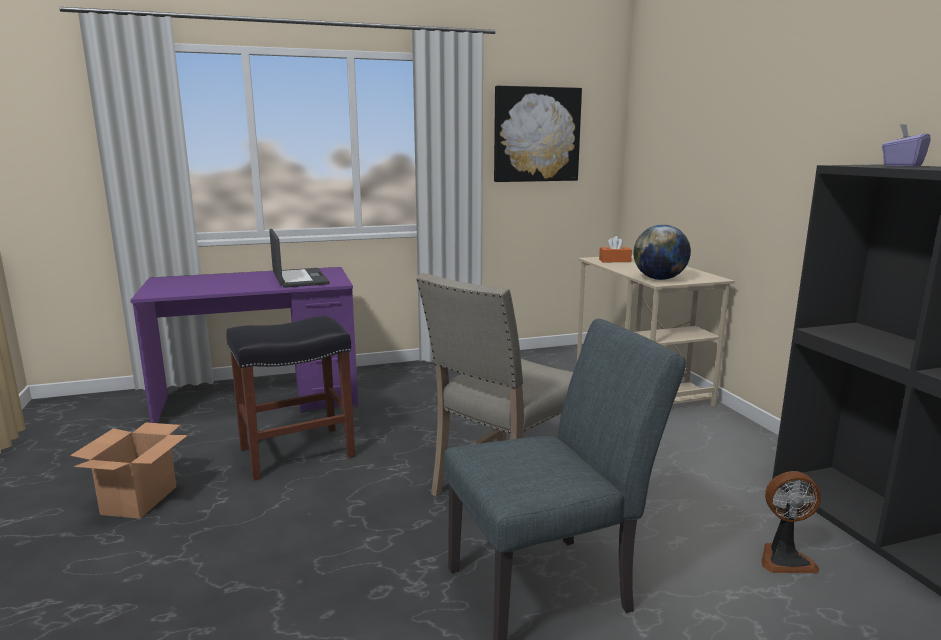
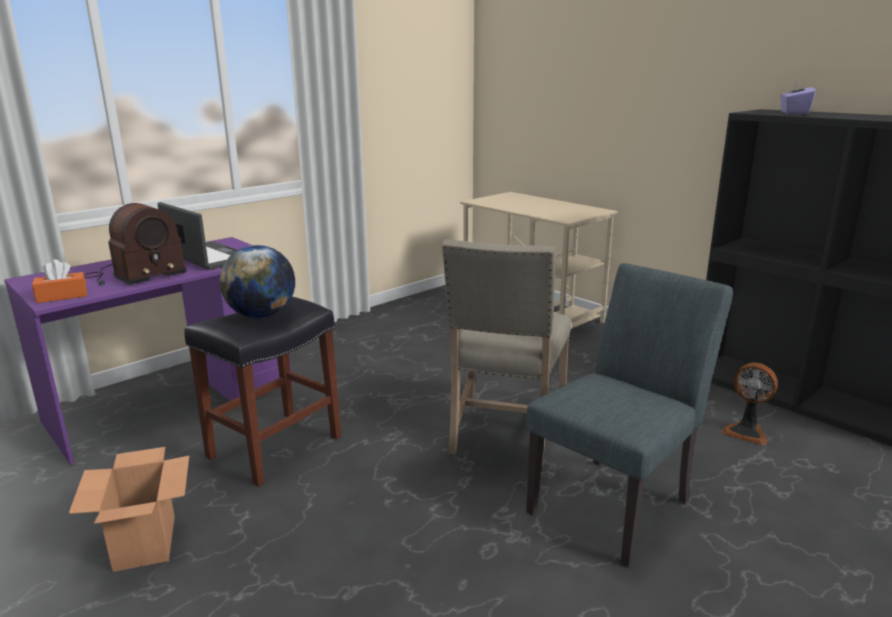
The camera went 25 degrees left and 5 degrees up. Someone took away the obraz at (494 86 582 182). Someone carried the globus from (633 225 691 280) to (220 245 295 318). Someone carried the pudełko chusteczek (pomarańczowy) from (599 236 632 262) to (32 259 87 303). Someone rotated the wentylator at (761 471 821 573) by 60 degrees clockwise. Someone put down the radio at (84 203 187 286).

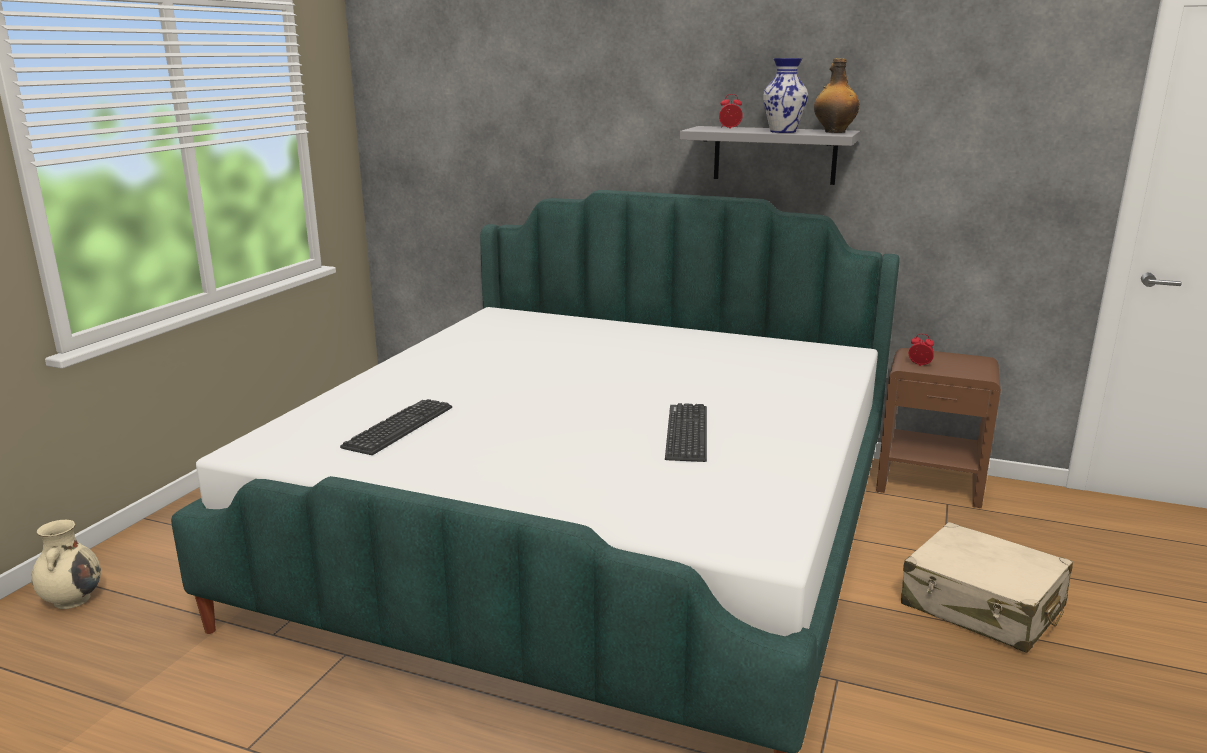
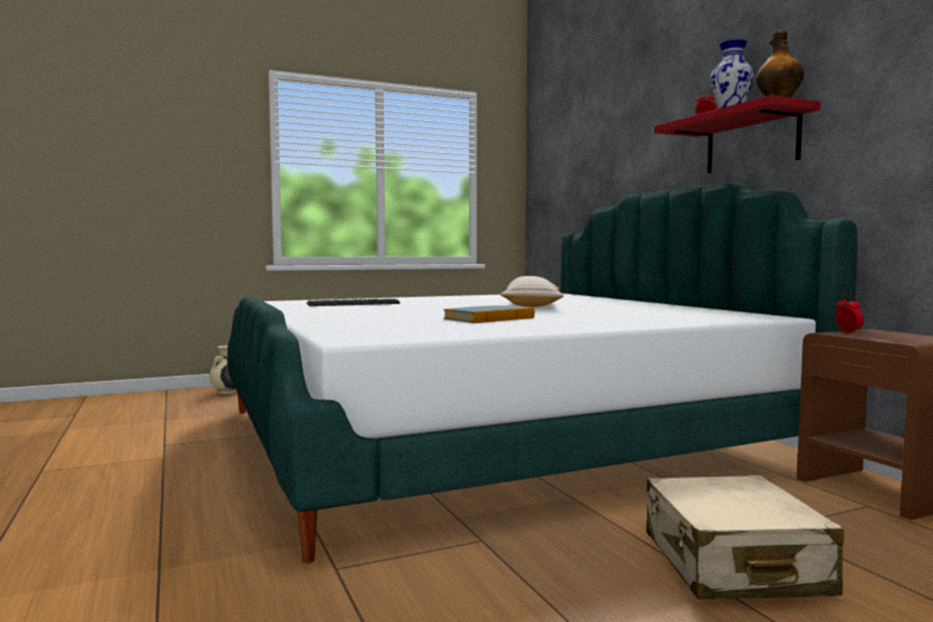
The camera went 45 degrees right and 15 degrees down. Someone repainted the półka (szary) at (680 126 860 185), which became the półka (czerwony) at (654 95 820 173). Someone swapped the klawiatura at (665 403 707 462) for the książka at (444 305 535 323). Someone put down the poduszka (beżowy) at (501 276 564 307).

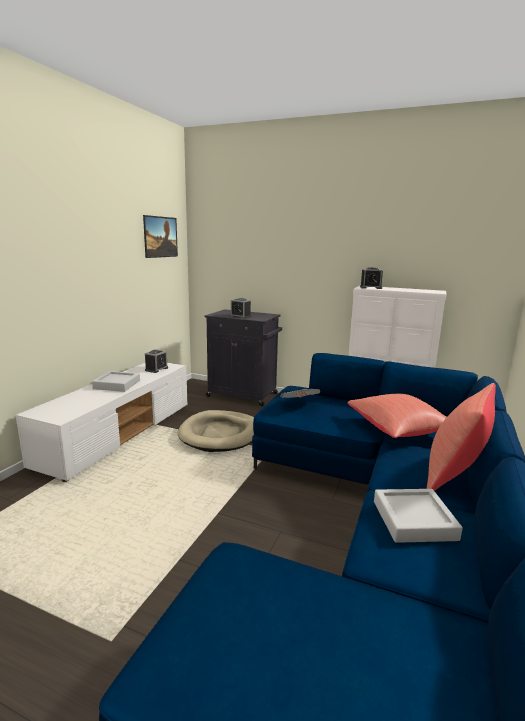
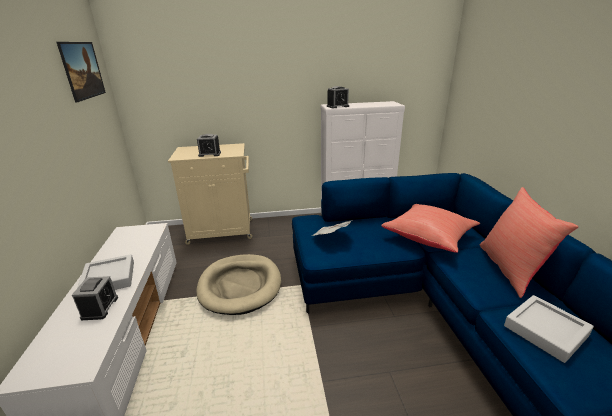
The camera went 30 degrees left and 10 degrees up. Someone repainted the szafka (czarny) at (205 309 282 406), which became the szafka (beżowy) at (168 143 252 245). Someone carried the budzik from (145 350 168 373) to (72 276 118 320).

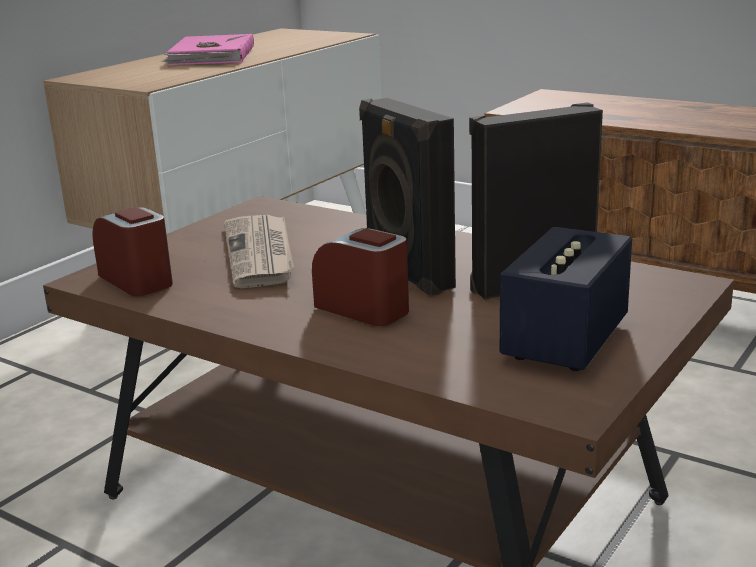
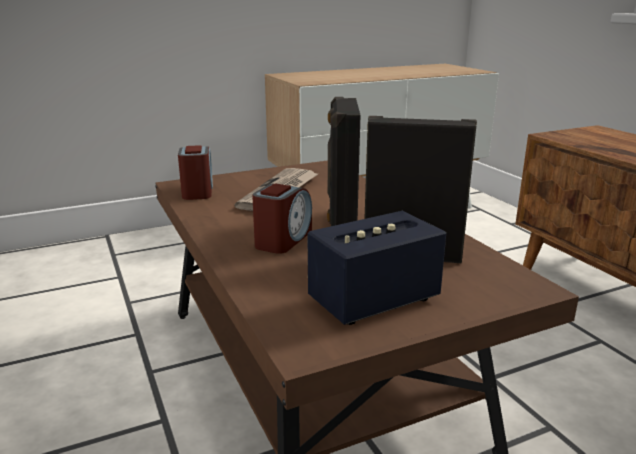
The camera went 30 degrees right and 0 degrees up. Someone took away the książka (różowy) at (161 34 254 65). Someone rotated the budzik at (312 228 409 326) by 45 degrees clockwise.

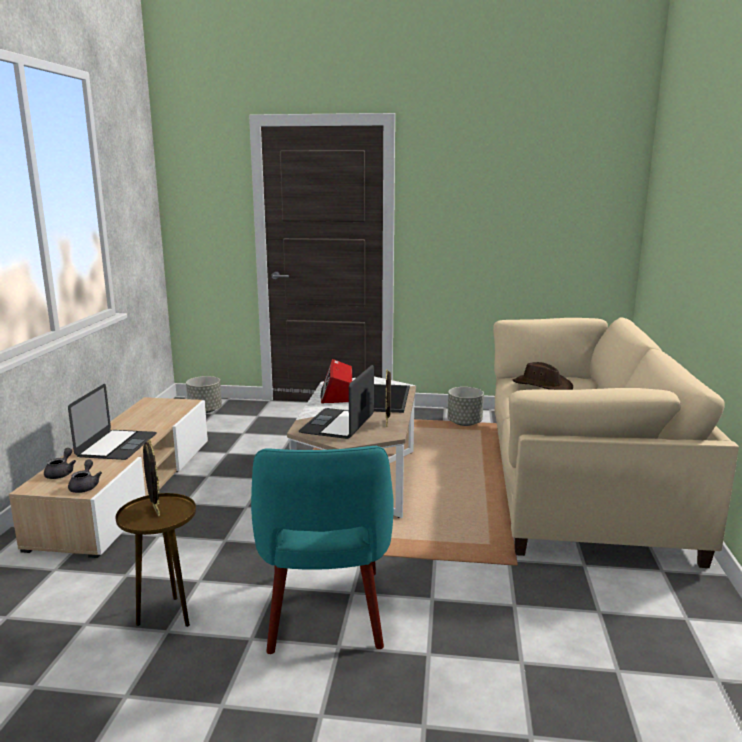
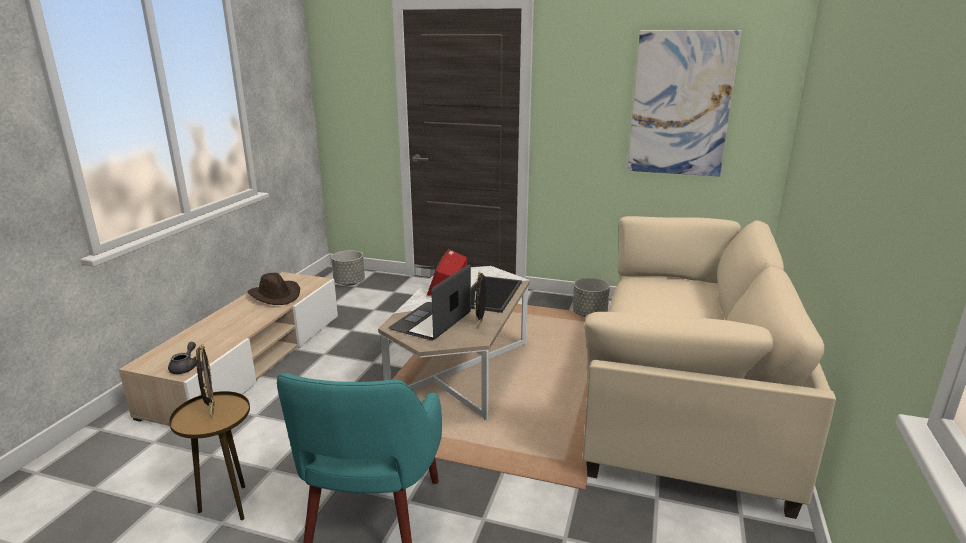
The camera went 10 degrees right and 5 degrees up. Someone carried the kapelusz (brązowy) from (513 362 573 390) to (247 273 300 305). Someone took away the laptop at (68 384 157 460). Someone took away the imbryk (szary) at (44 448 76 479). Someone put up the obraz at (628 30 741 176).

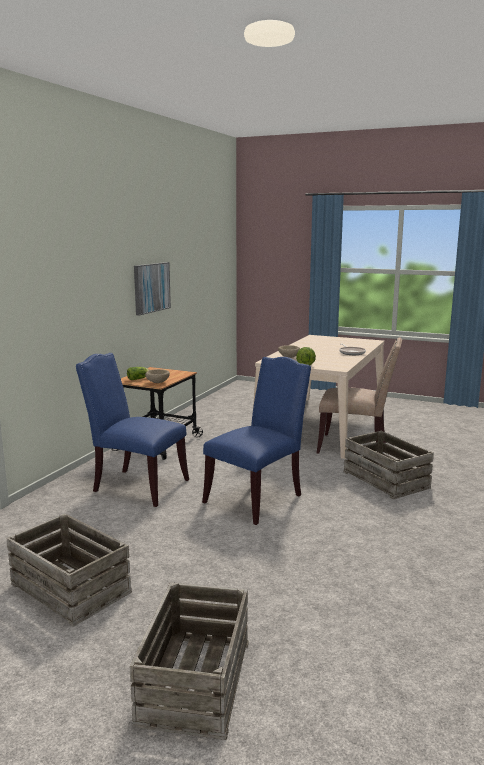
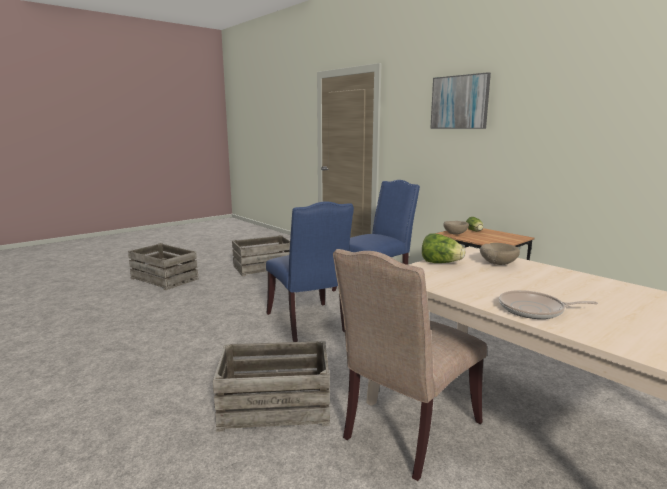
The camera went 115 degrees right and 0 degrees up. Someone carried the obraz from (134 262 171 316) to (430 72 491 129).

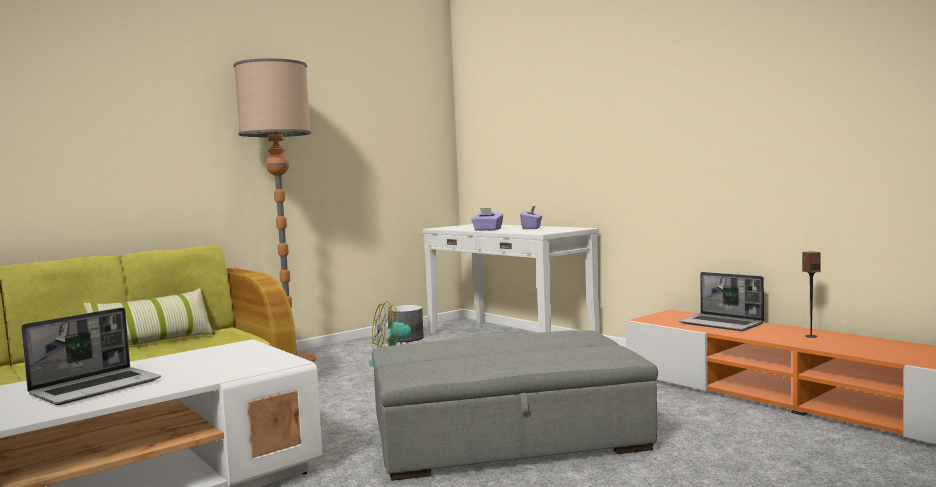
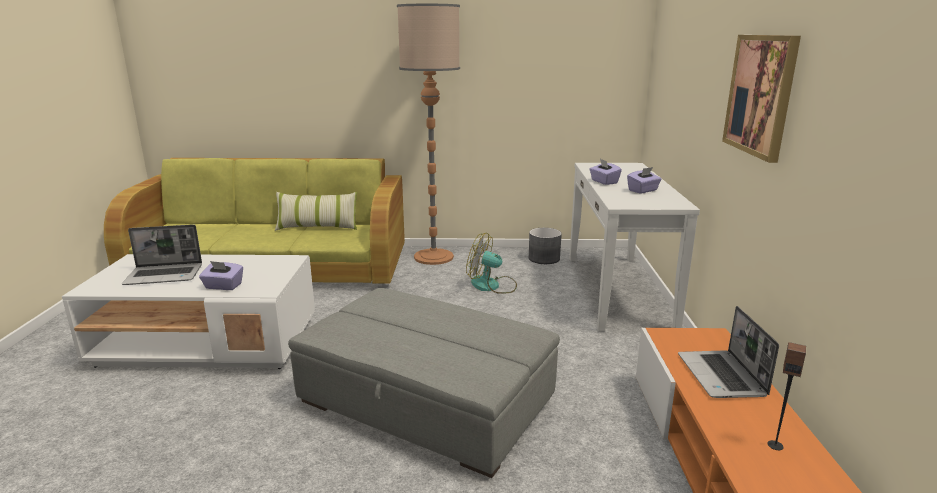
The camera went 40 degrees right and 15 degrees up. Someone put up the obraz at (722 35 801 163). Someone put down the pudełko chusteczek (fioletowy) at (199 261 243 290).

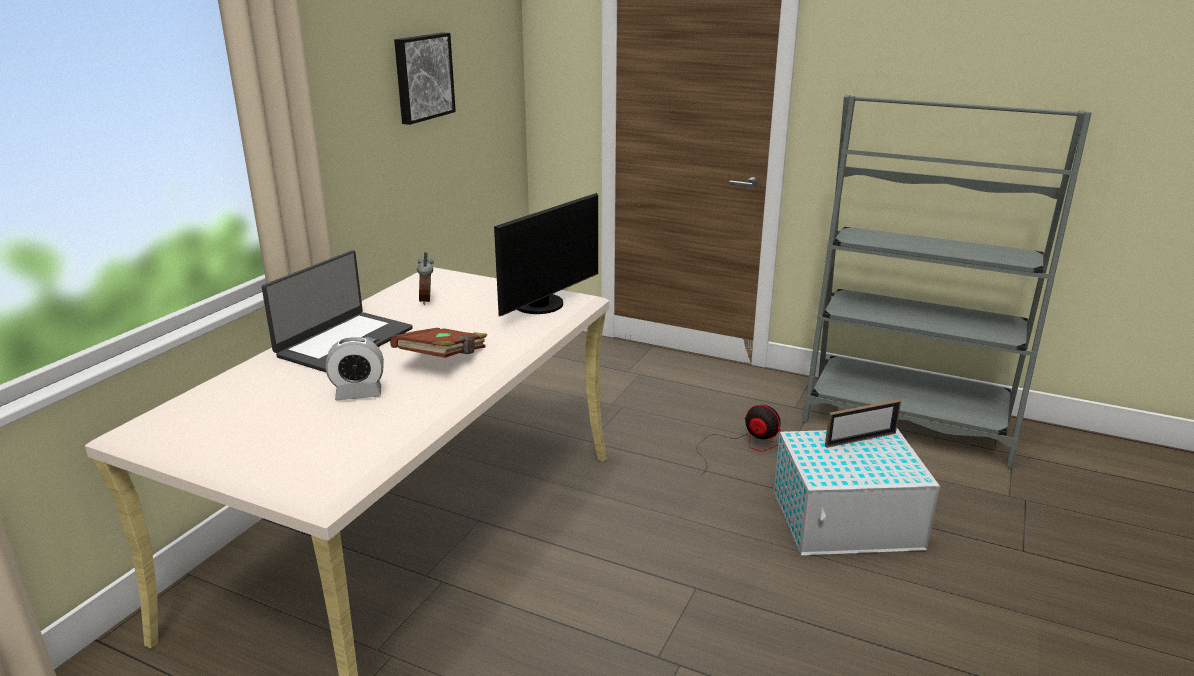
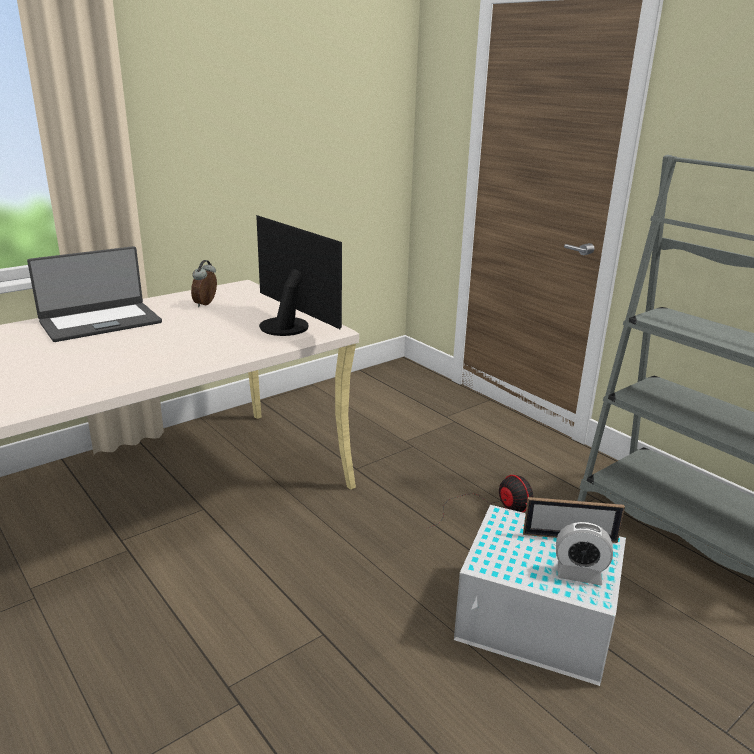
The camera went 25 degrees right and 0 degrees up. Someone took away the obraz at (394 33 456 125). Someone rotated the monitor at (494 193 598 316) by 105 degrees counterclockwise. Someone took away the książka (brązowy) at (390 328 487 358). Someone carried the budzik from (326 337 384 401) to (556 522 613 585).

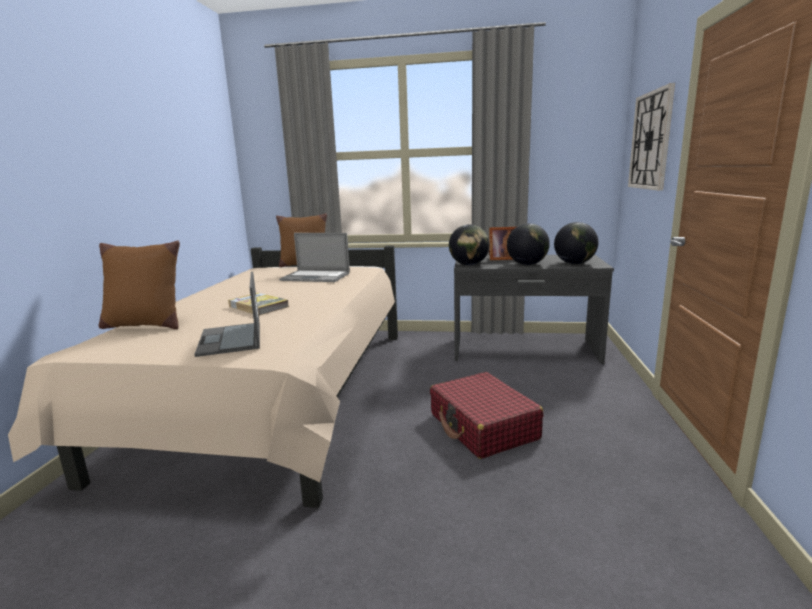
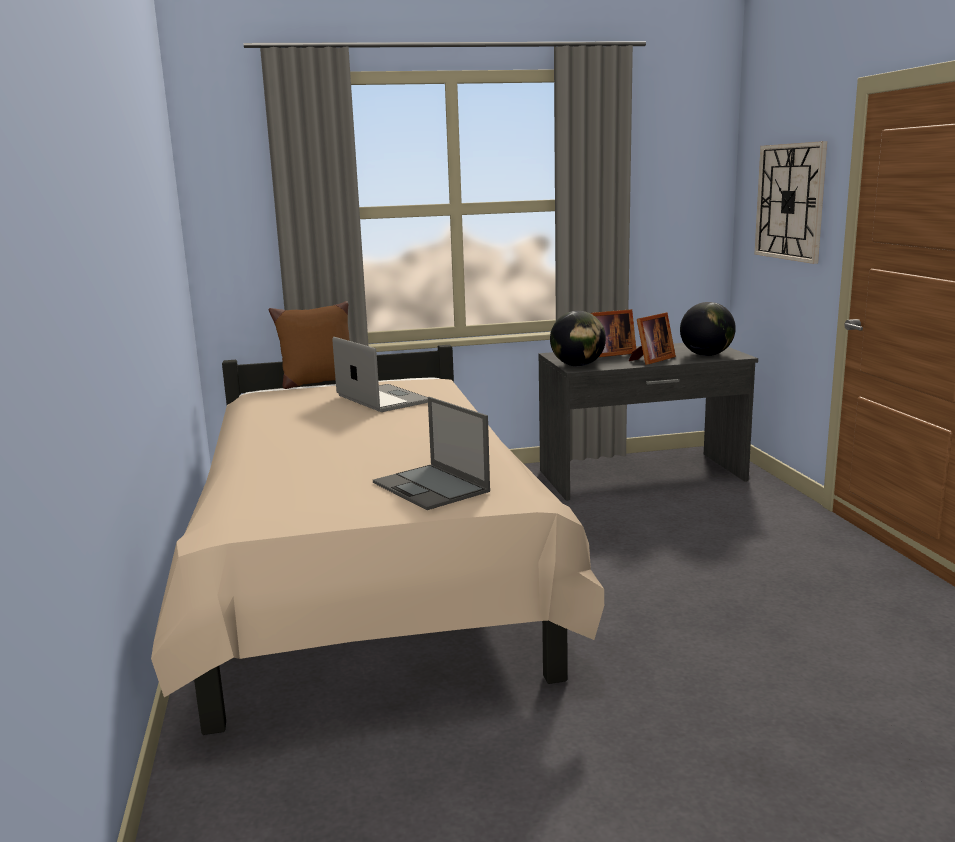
The camera went 20 degrees left and 0 degrees up. Someone swapped the globus at (507 223 550 265) for the ramka na zdjęcie at (629 312 676 365). Someone rotated the laptop at (279 233 350 282) by 120 degrees counterclockwise. Someone took away the poduszka (brązowy) at (98 241 180 329). Someone took away the książka at (228 293 289 315). Someone took away the walizka (czerwony) at (430 372 544 459).

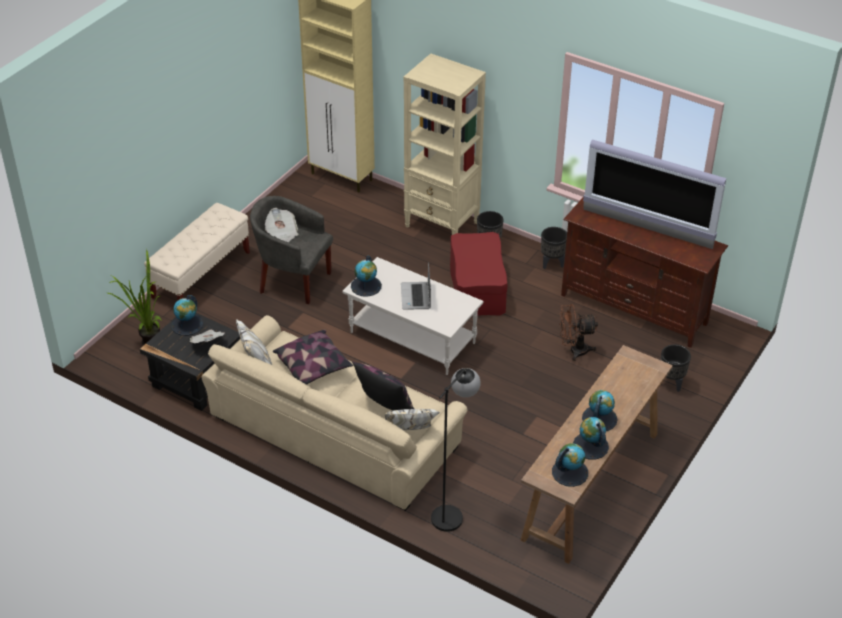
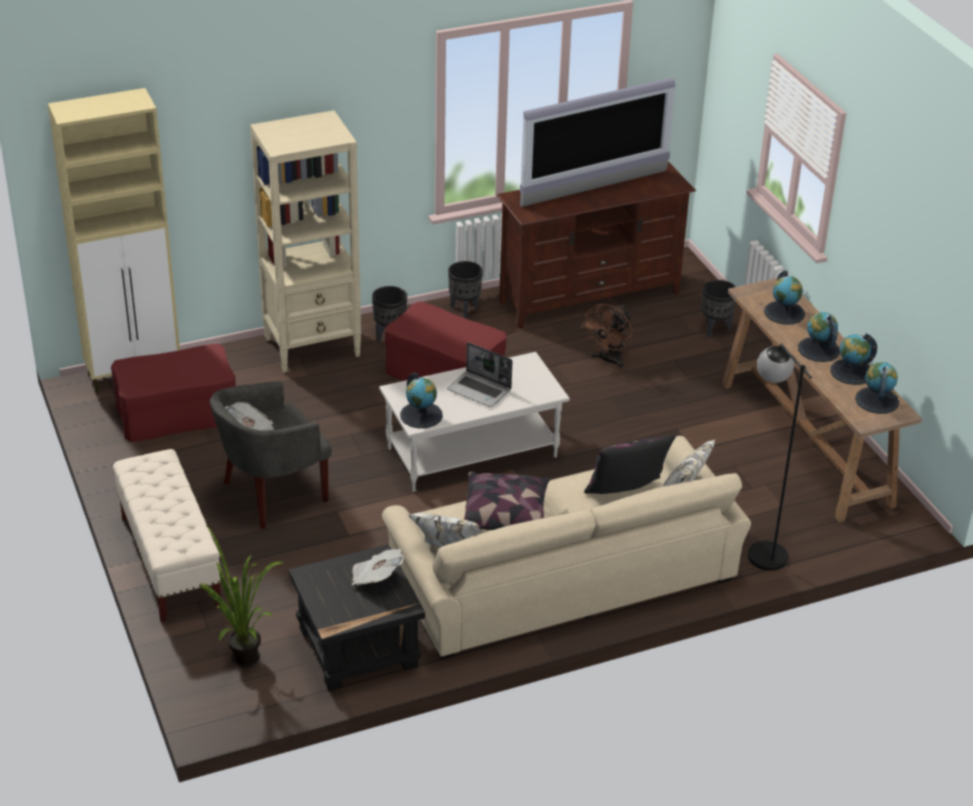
The camera went 55 degrees left and 5 degrees down. Someone carried the globus from (171 295 203 336) to (764 271 805 325). Someone put down the pufa (czerwony) at (111 343 236 442).

